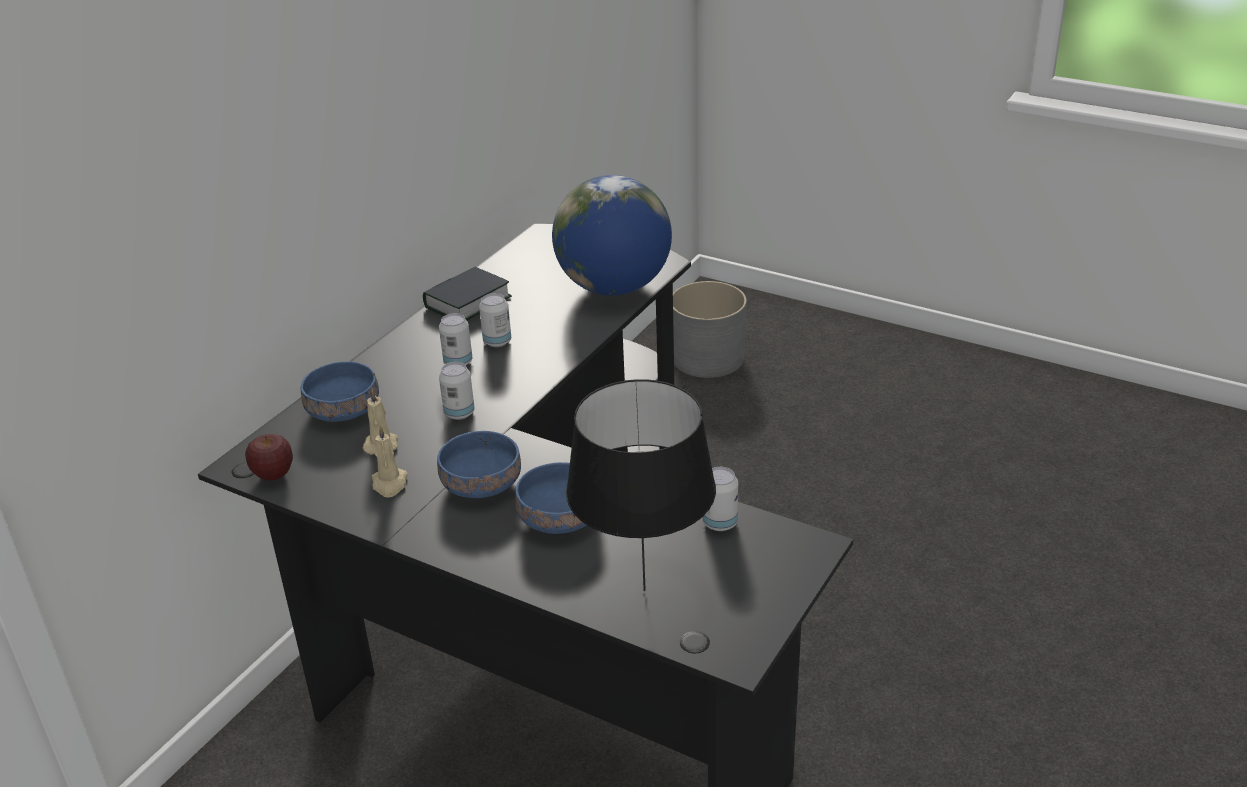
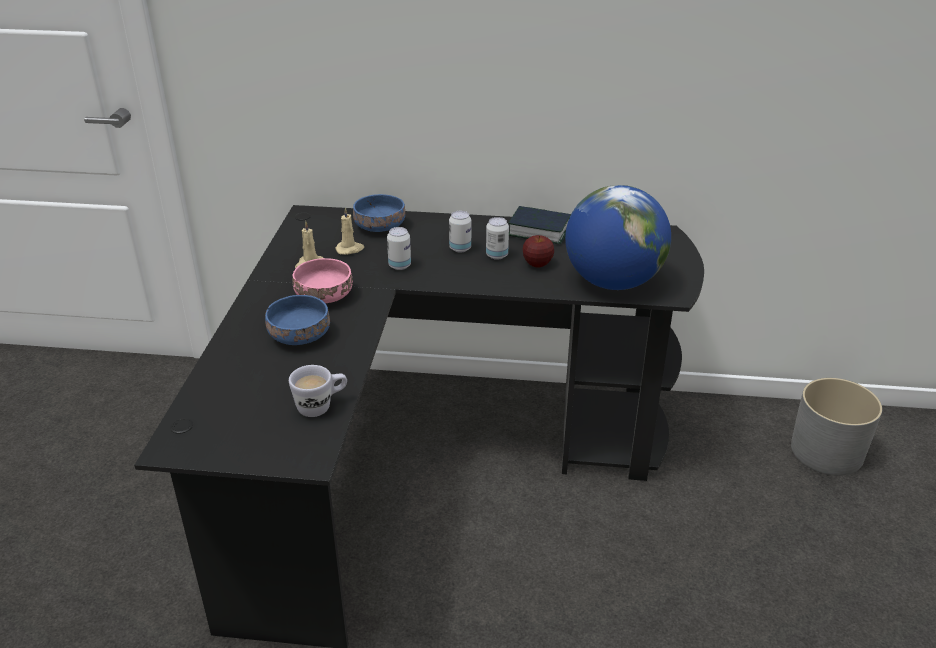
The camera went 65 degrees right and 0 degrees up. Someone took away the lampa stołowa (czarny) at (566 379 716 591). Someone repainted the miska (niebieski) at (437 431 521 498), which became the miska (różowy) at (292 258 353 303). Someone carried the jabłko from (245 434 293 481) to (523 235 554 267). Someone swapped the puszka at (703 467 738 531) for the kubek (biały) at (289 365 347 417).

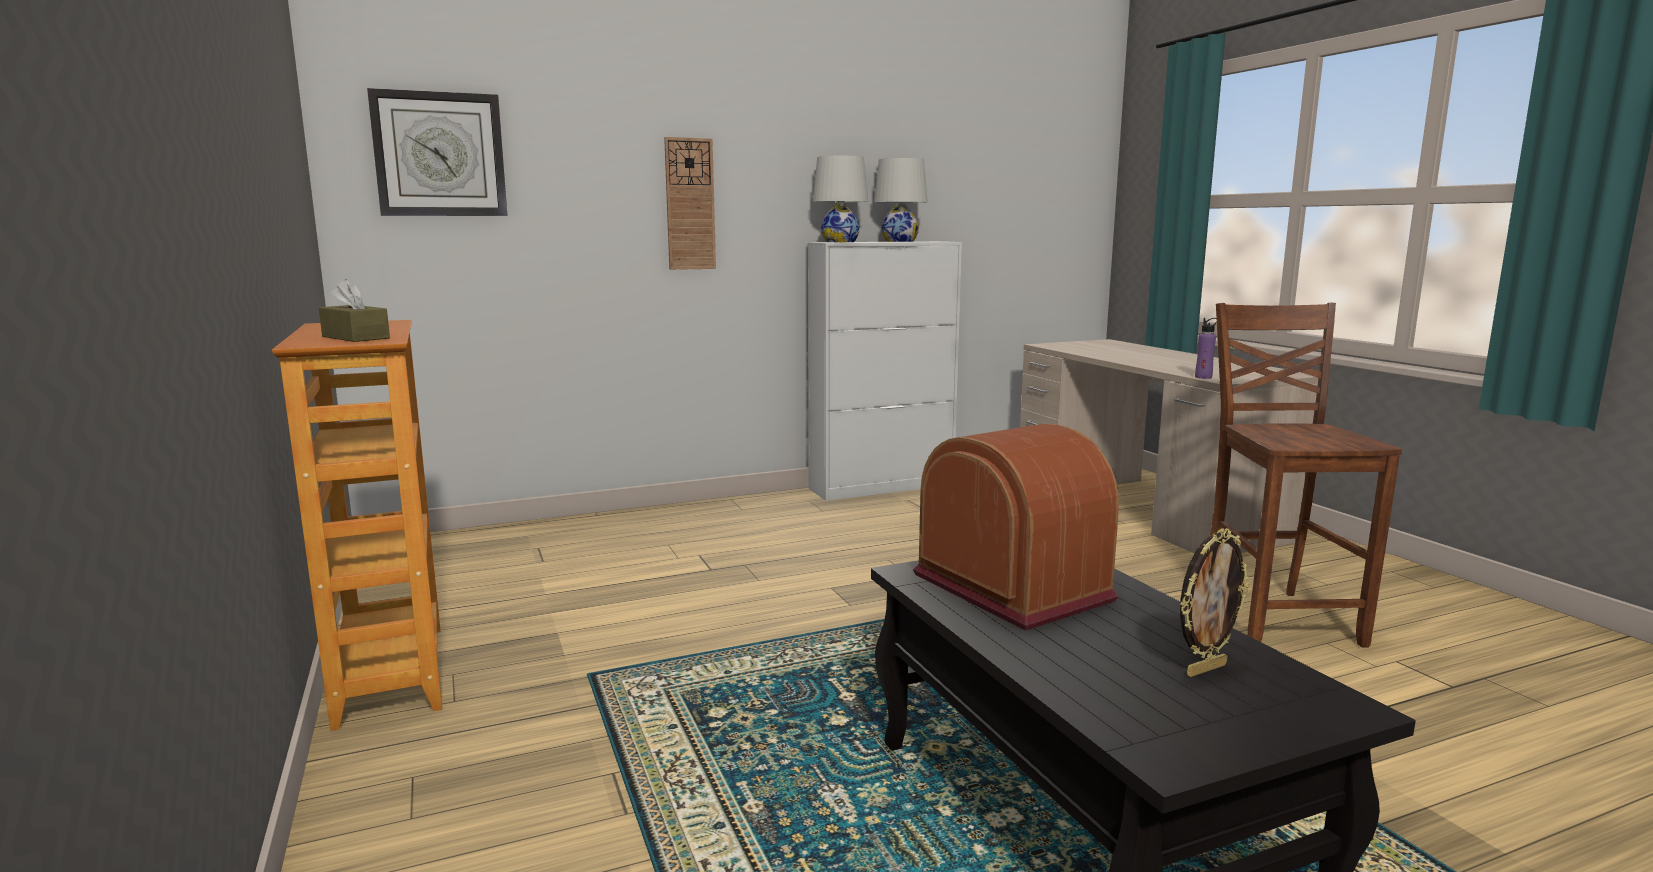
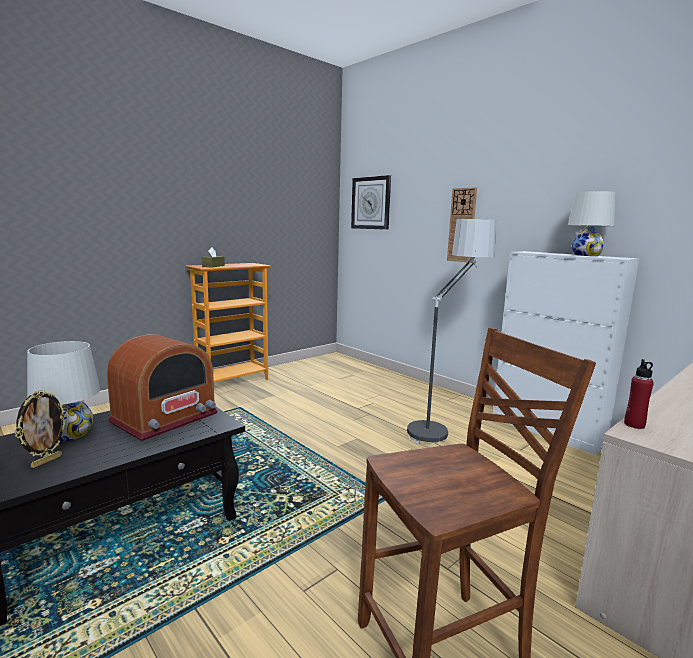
The camera went 70 degrees right and 0 degrees up. Someone carried the lampa stołowa (biały) from (813 156 868 242) to (27 341 100 442). Someone repainted the butelka (fioletowy) at (1195 318 1217 379), which became the butelka (czerwony) at (624 359 654 429). Someone rotated the ramka na zdjęcie at (1180 528 1250 677) by 105 degrees counterclockwise. Someone put down the lampa stojąca at (407 219 496 444).

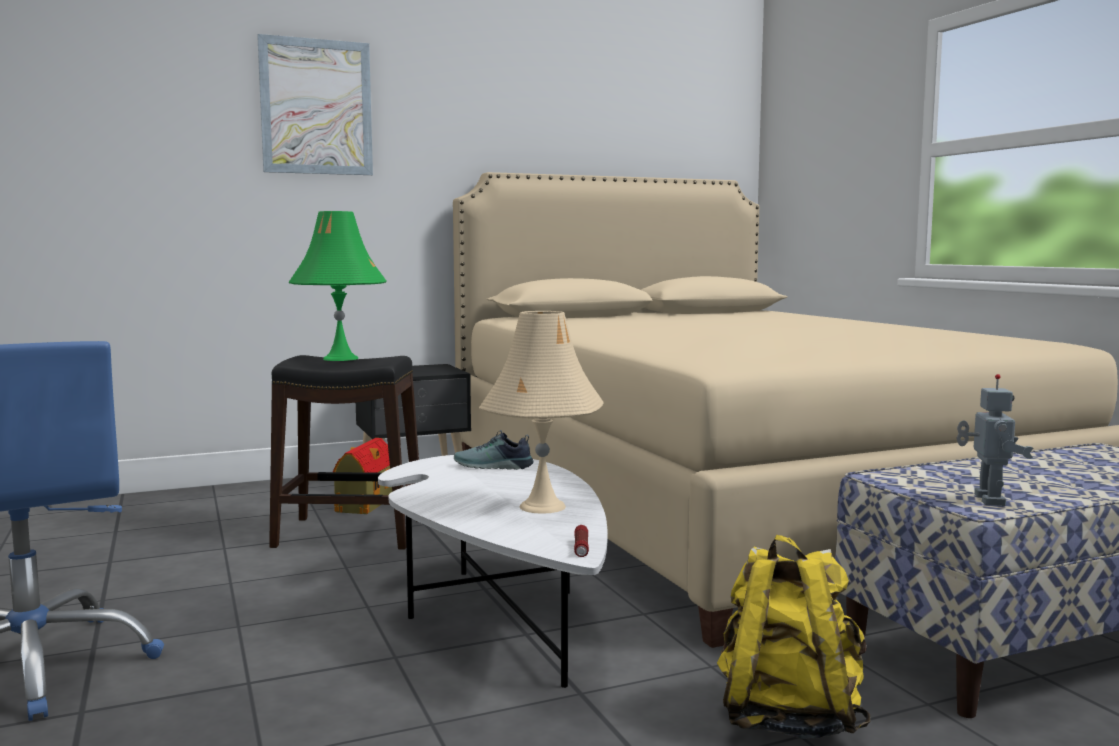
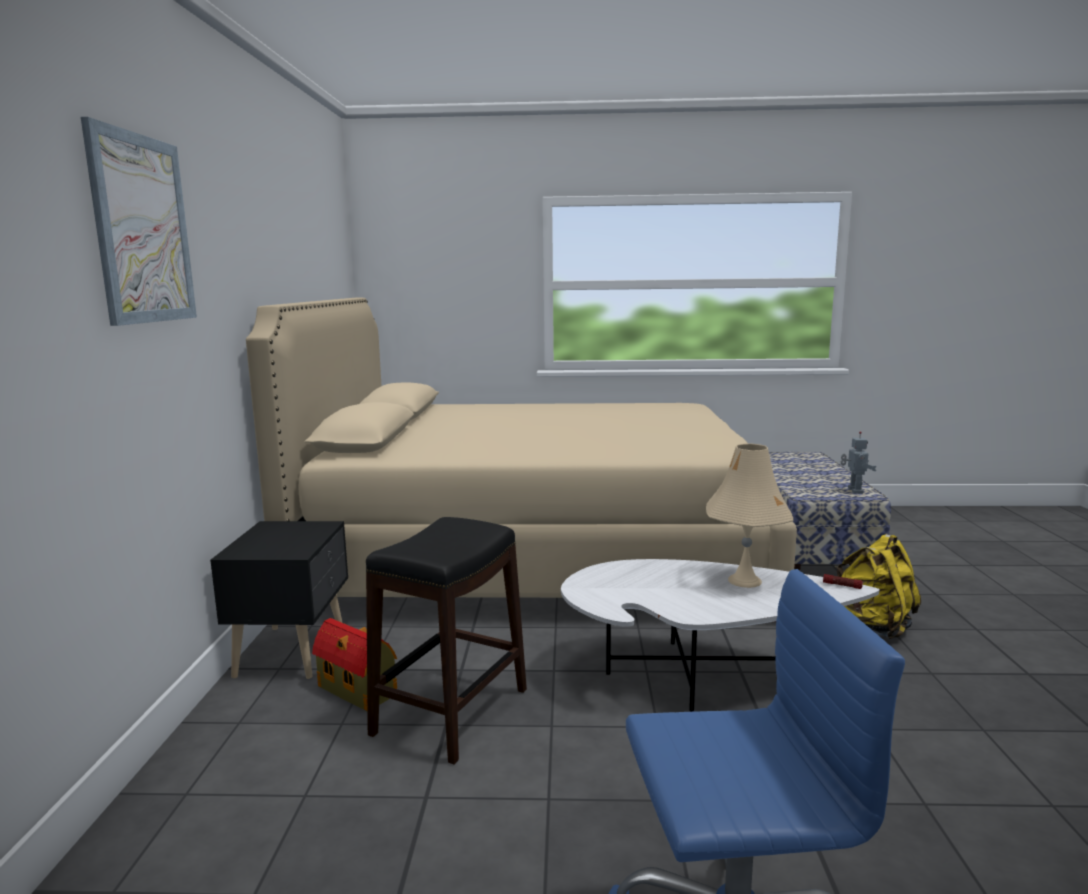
The camera went 65 degrees left and 5 degrees up. Someone took away the lampa stołowa (zielony) at (289 211 387 361). Someone rotated the robot zabawkowy at (956 374 1033 506) by 60 degrees clockwise. Someone took away the but at (454 430 534 470).

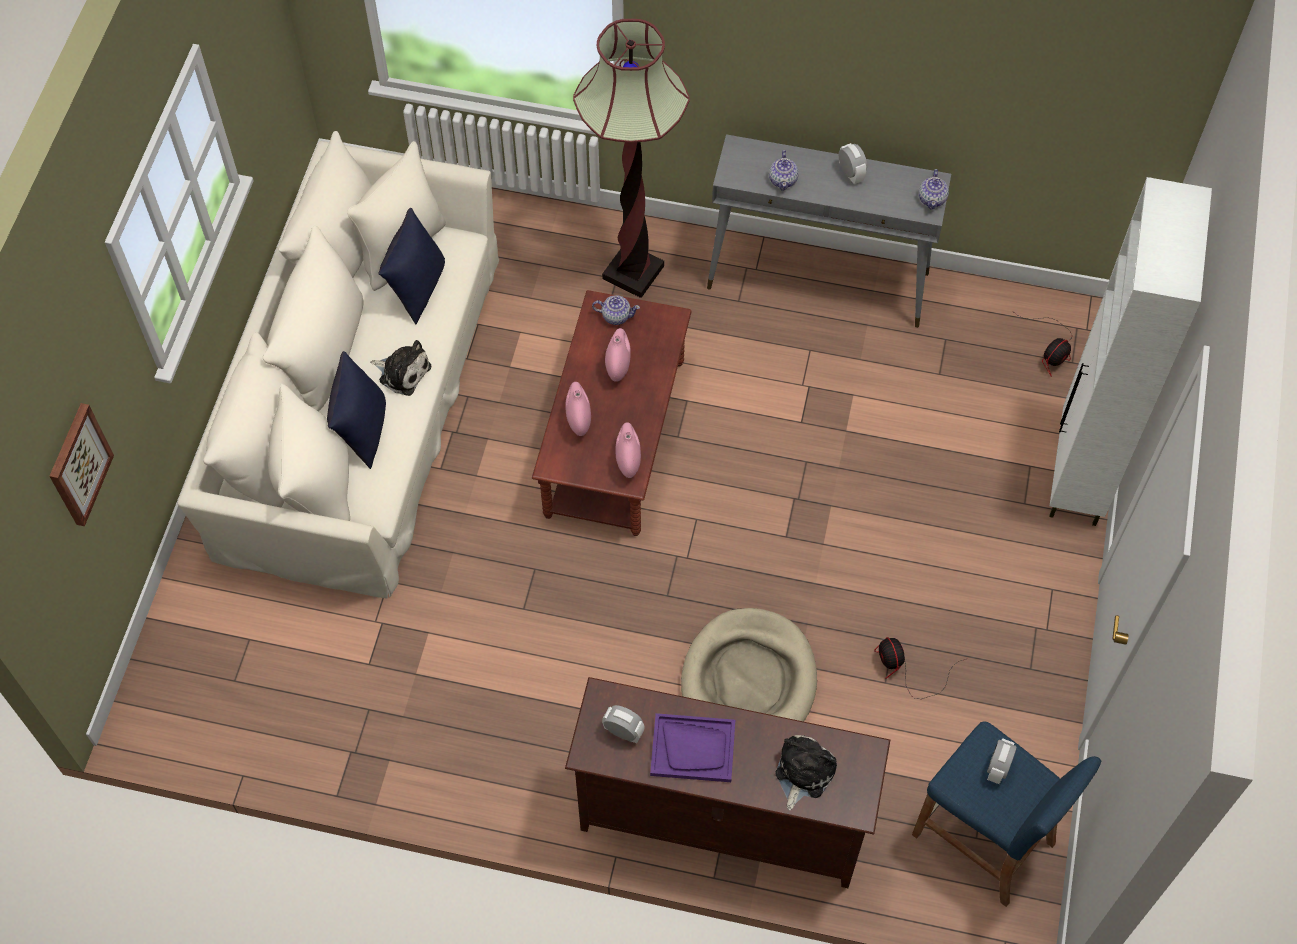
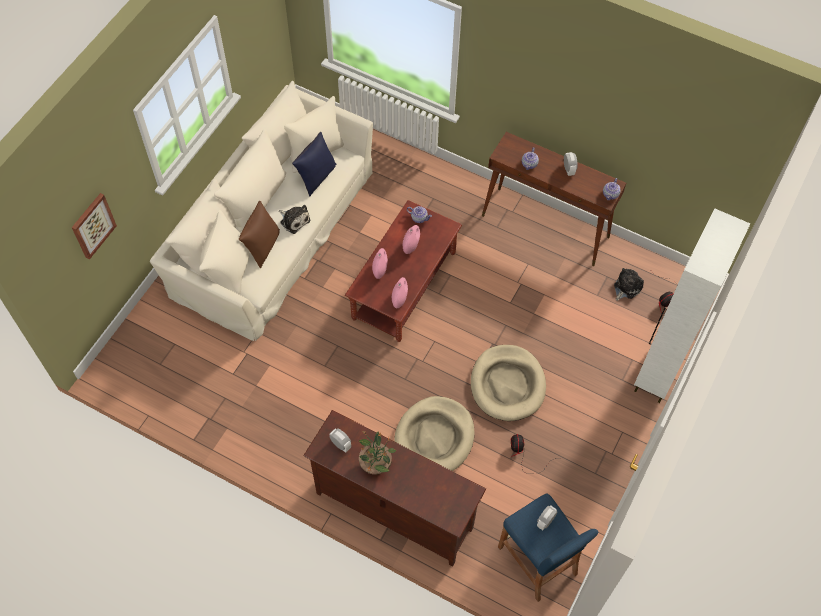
The camera went 15 degrees right and 0 degrees up. Someone took away the lampa stojąca at (573 19 690 298). Someone repainted the stolik konsolowy (szary) at (707 134 951 328), which became the stolik konsolowy (brązowy) at (482 132 626 266). Someone repainted the poduszka (niebieski) at (327 351 386 469), which became the poduszka (brązowy) at (239 201 280 268). Someone swapped the taca (fioletowy) at (650 713 735 782) for the roślina doniczkowa at (358 430 396 475). Someone carried the pluszak from (775 735 837 810) to (614 268 644 301). Someone put down the legowisko (beżowy) at (471 345 546 421).

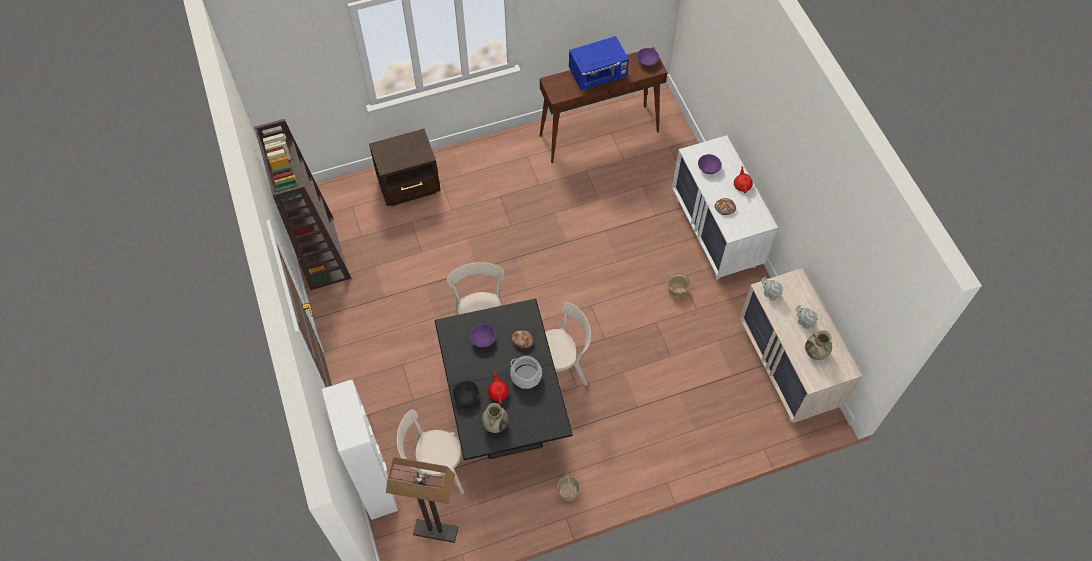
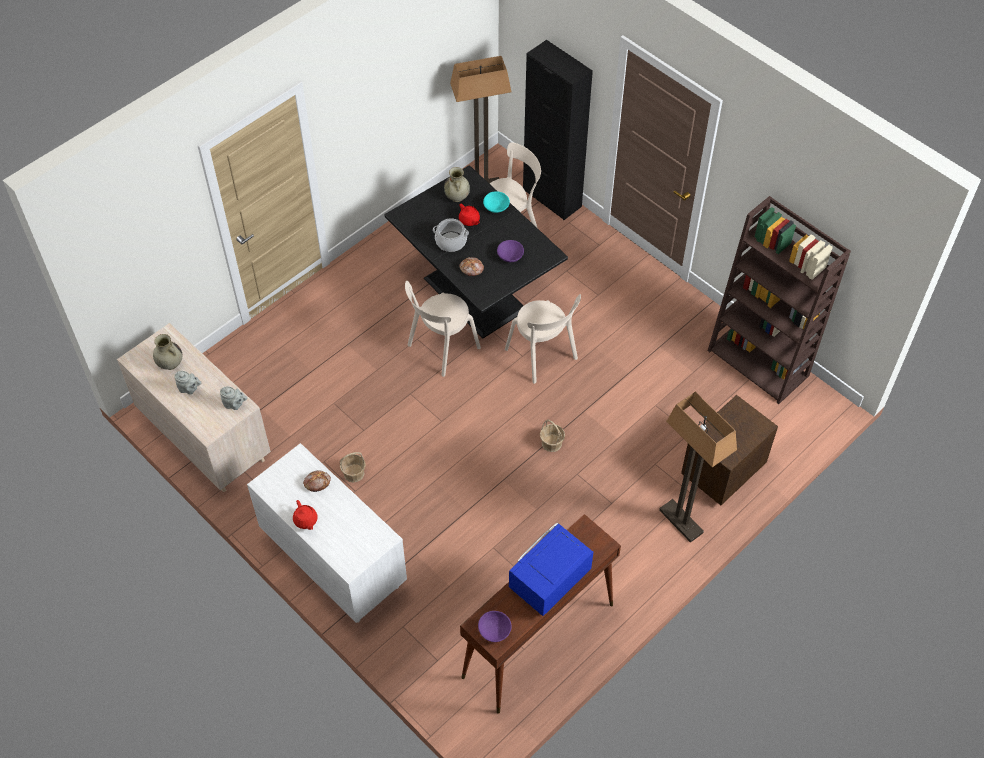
The camera went 155 degrees right and 5 degrees down. Someone took away the miska (fioletowy) at (698 154 722 174). Someone repainted the szafka (biały) at (322 379 398 520), which became the szafka (czarny) at (523 40 593 220). Someone repainted the miska (czarny) at (453 381 479 406), which became the miska (turkusowy) at (483 191 510 213). Someone carried the koszyk from (557 473 580 501) to (540 419 565 452). Someone put down the lampa stojąca at (659 392 737 543).

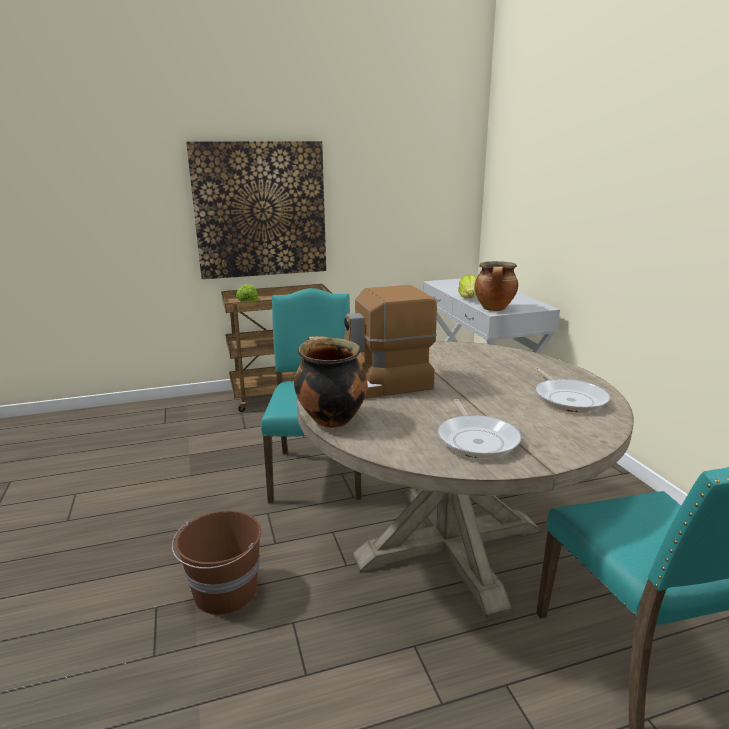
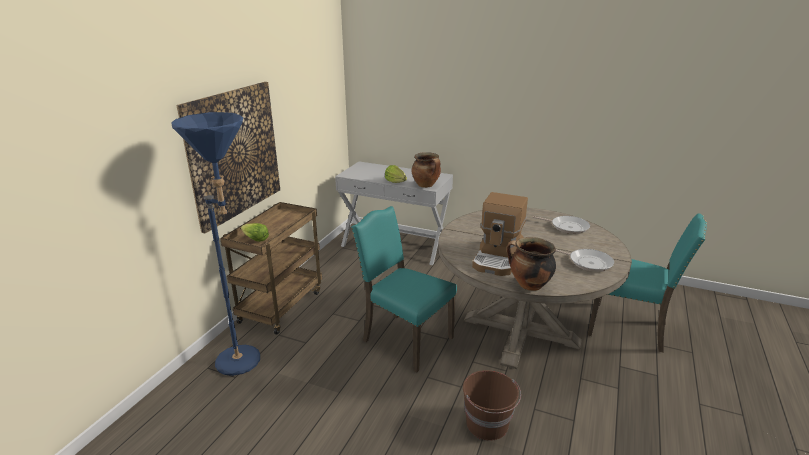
The camera went 50 degrees left and 5 degrees up. Someone put down the lampa stojąca (niebieski) at (171 112 260 376).

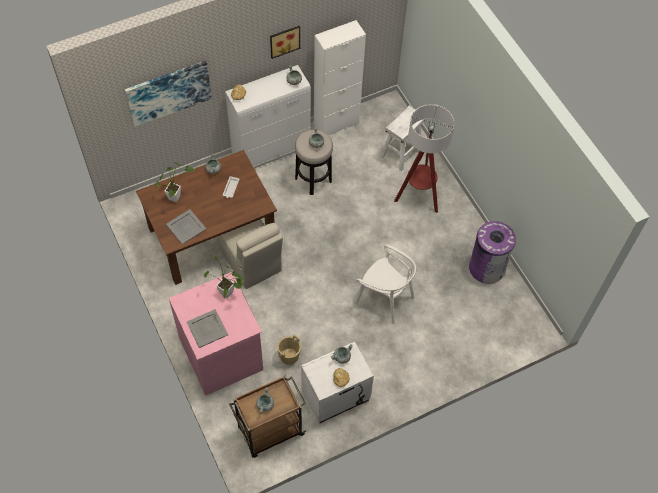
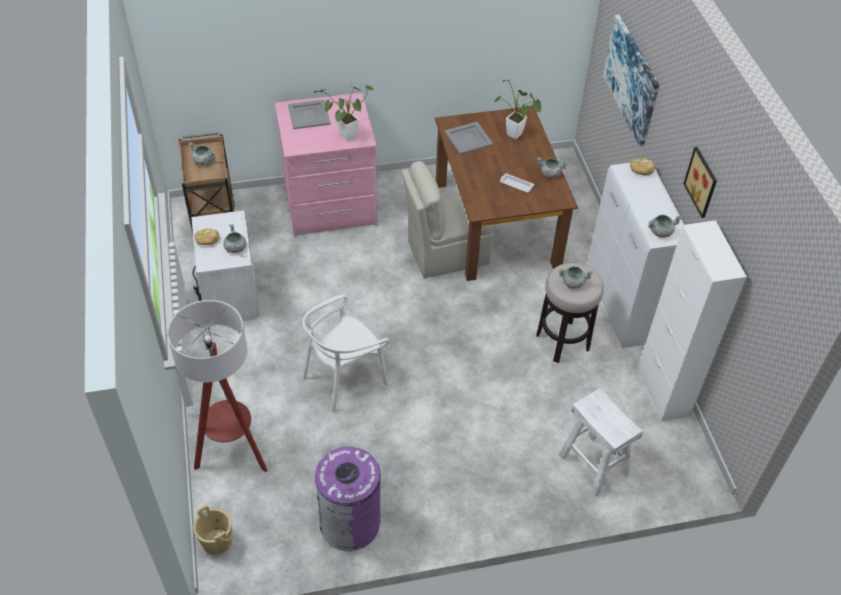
The camera went 105 degrees right and 10 degrees down. Someone carried the lampa stojąca from (394 104 455 213) to (167 300 267 472). Someone carried the wiadro (beżowy) from (277 334 301 365) to (193 504 233 555).

